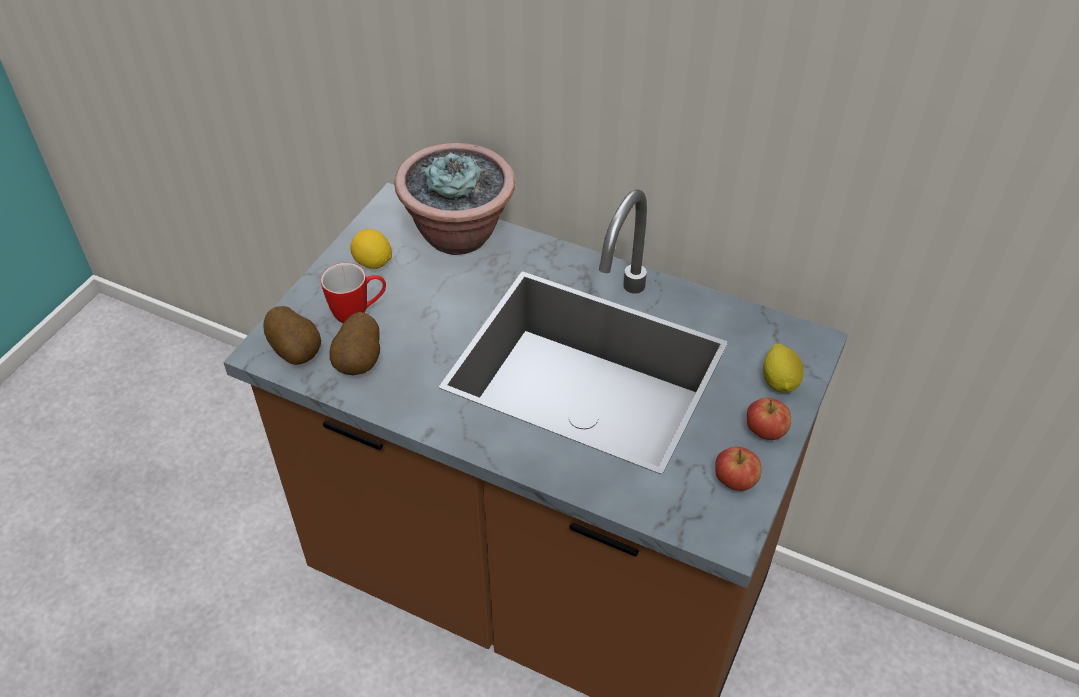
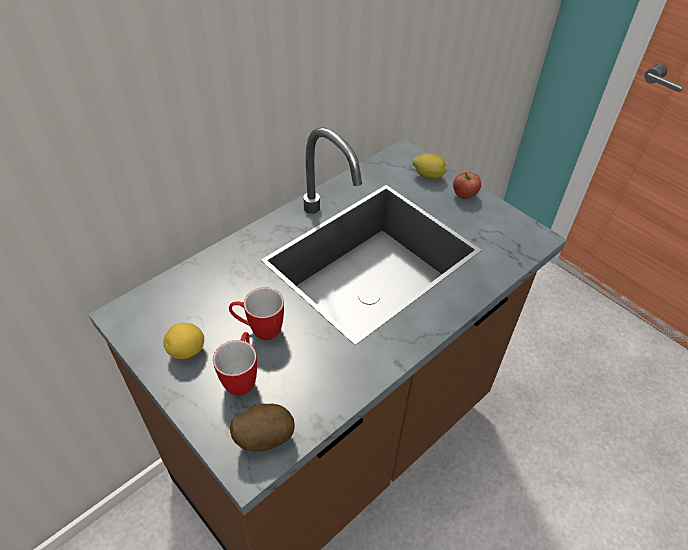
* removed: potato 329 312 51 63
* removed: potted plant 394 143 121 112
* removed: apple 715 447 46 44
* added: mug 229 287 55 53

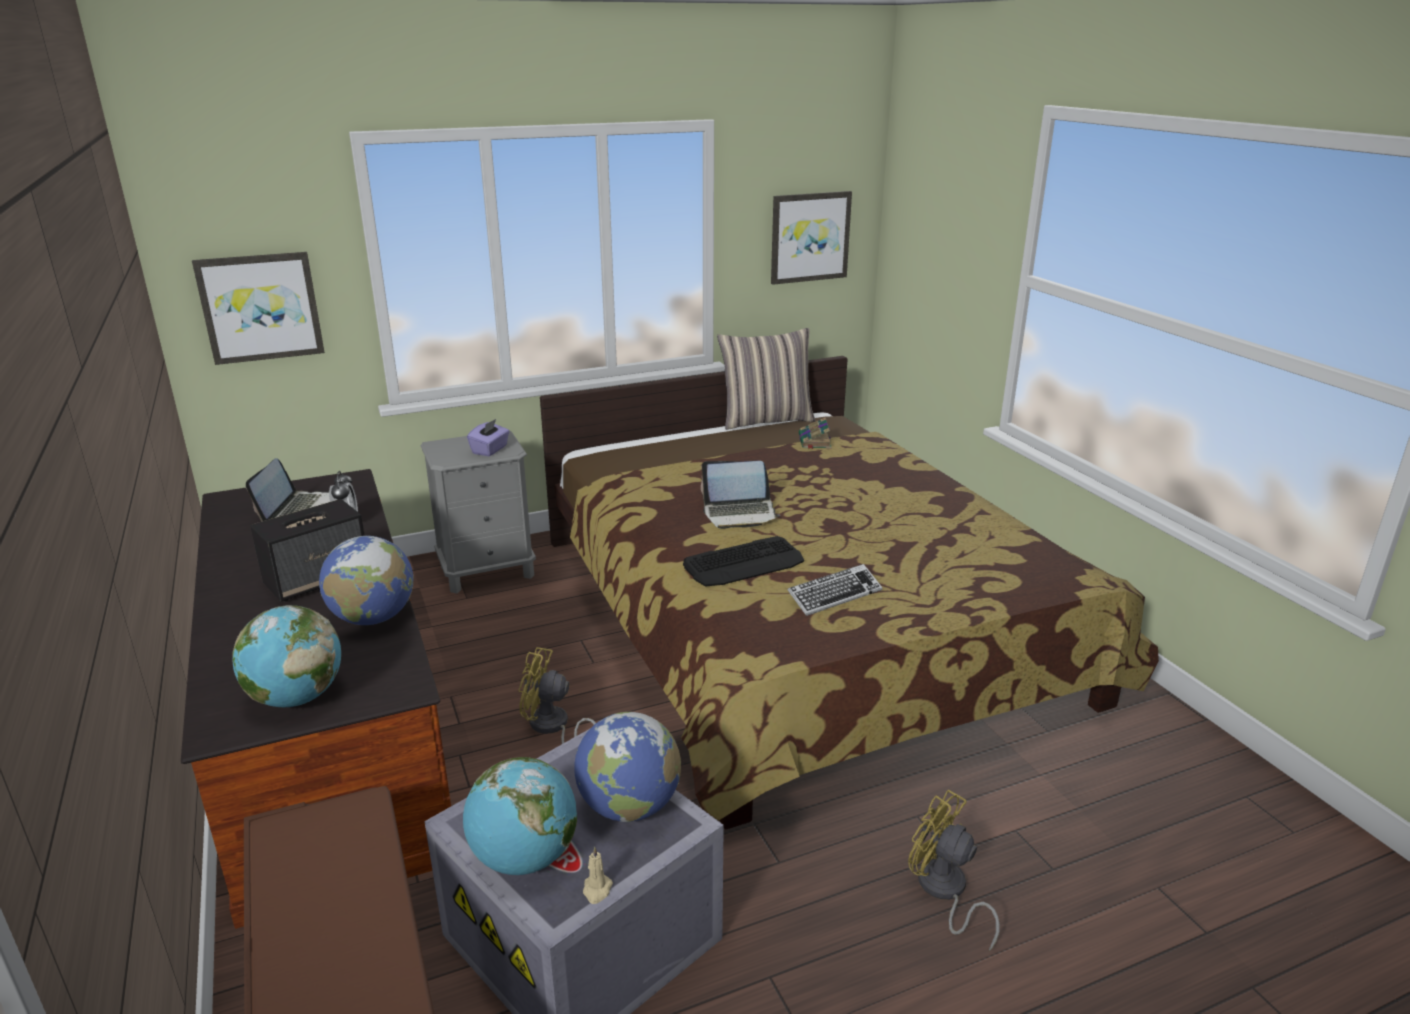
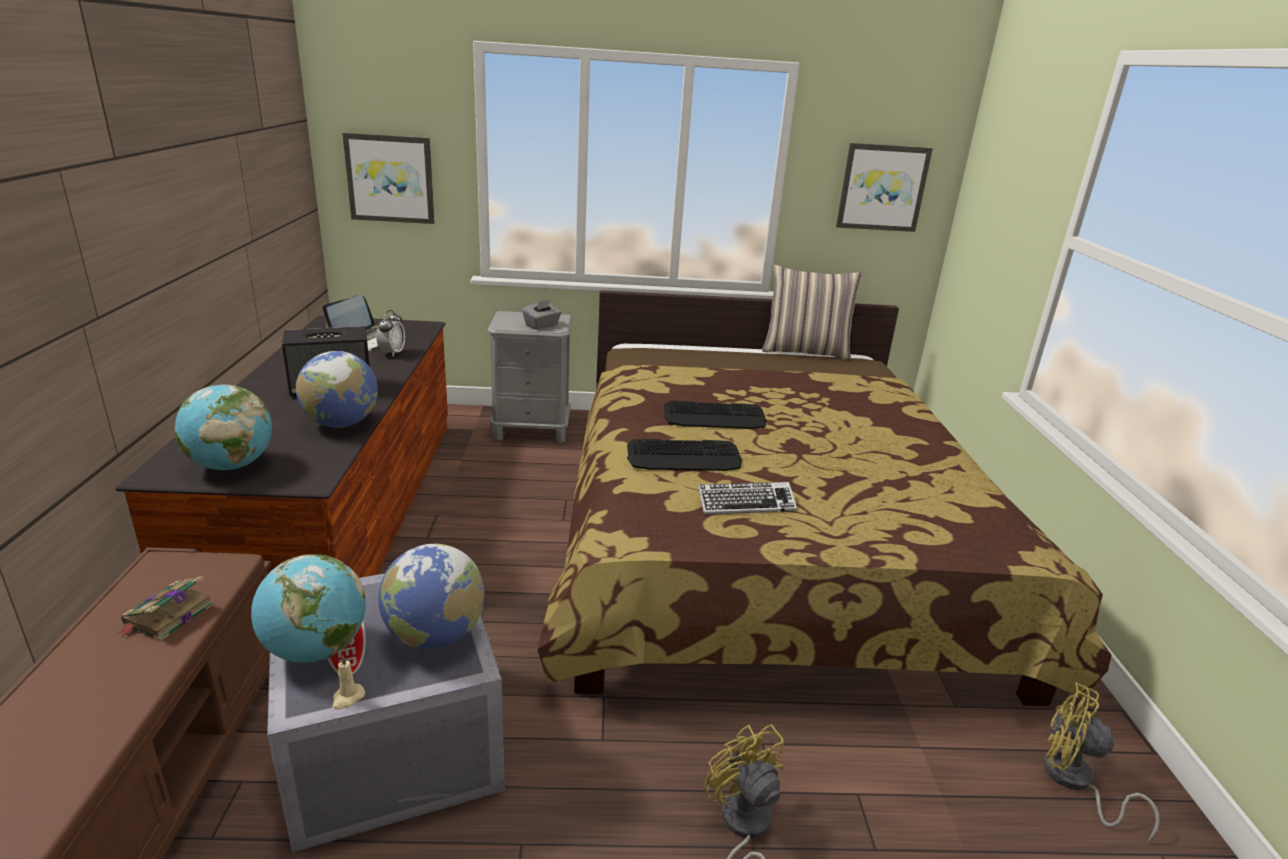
* moved: yellow fan 518 647 78 97 to 1043 683 117 158
* moved: book 799 417 33 32 to 118 576 96 64
* replaced: laptop 701 461 79 68 to keyboard 664 401 103 28
* recoloured: purple tissue box 467 419 43 37 to grey tissue box 522 300 39 30

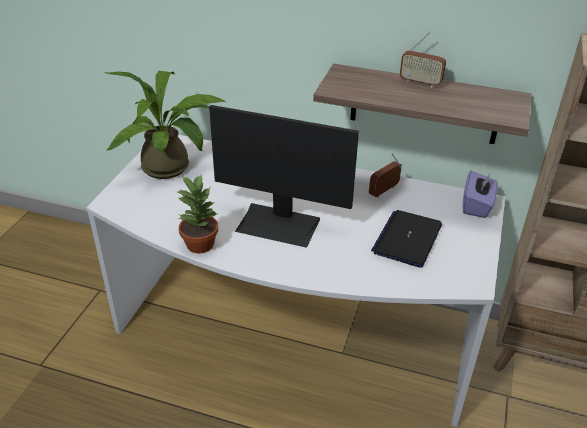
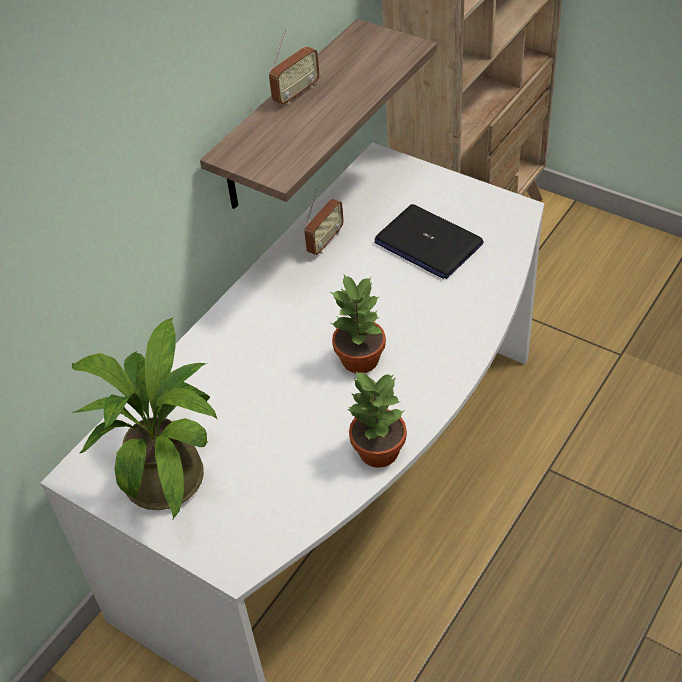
* removed: purple tissue box 463 171 35 47
* replaced: monitor 209 105 150 143 to potted plant 331 273 55 100
* turned: radio 369 153 33 45 = 304 189 40 66 120 degrees counterclockwise

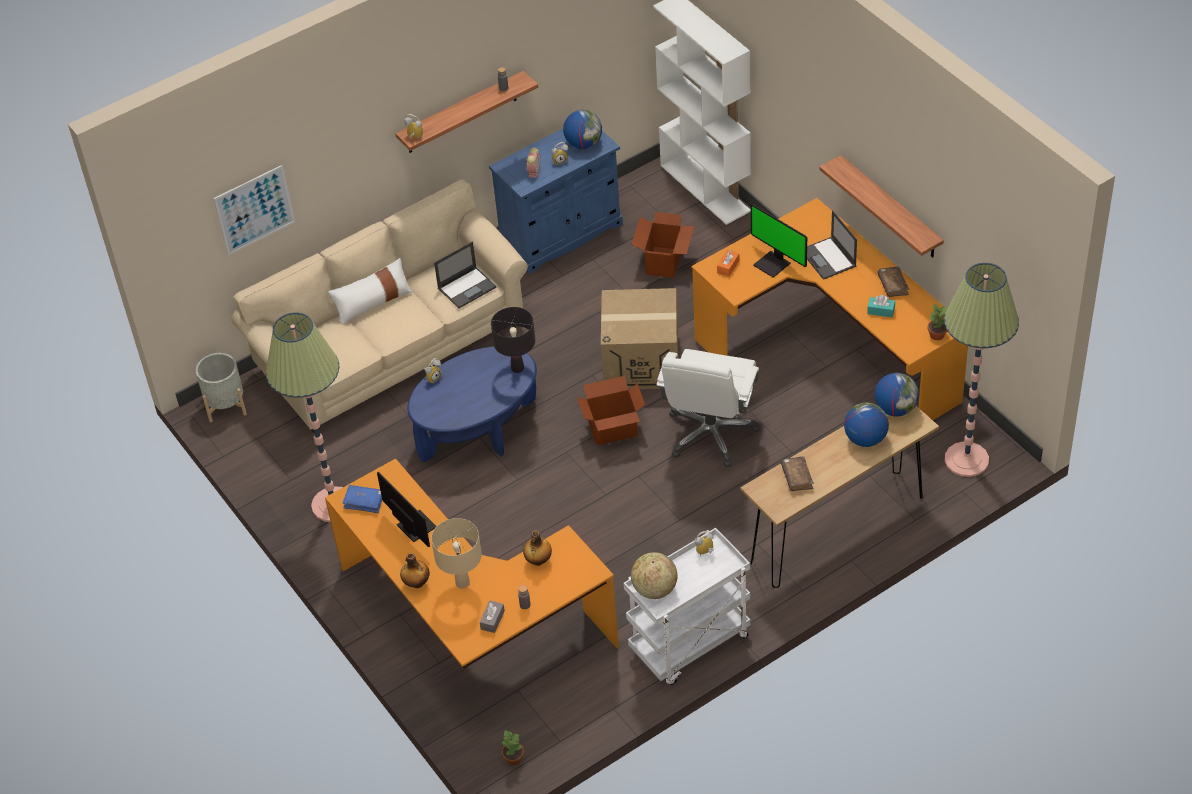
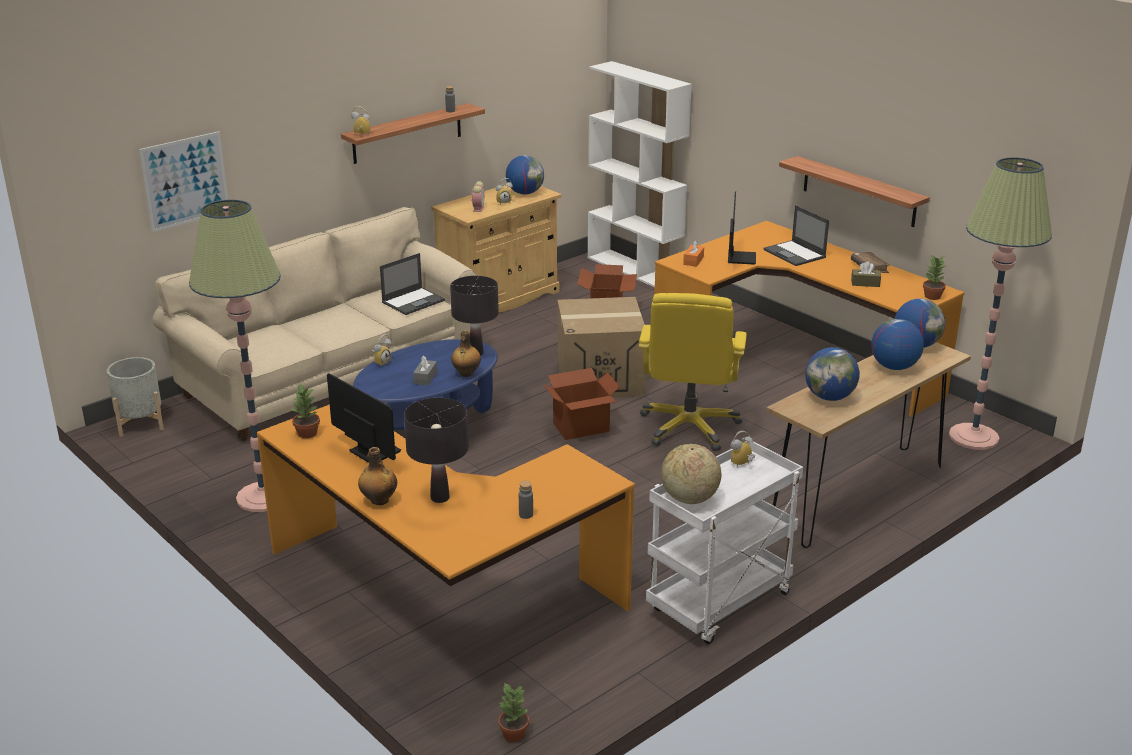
* removed: white pillow 328 258 84 67
* moved: grey tissue box 480 601 25 32 to 413 356 24 29
* moved: bottle 523 531 29 35 to 451 330 30 47
* replaced: blue book 342 485 40 28 to potted plant 292 384 28 54
* replaced: brown book 781 456 33 35 to globe 805 347 55 54
* recoloured: beige table lamp 431 518 51 70 to black table lamp 404 398 65 105
* recoloured: blue cabinet 489 129 134 145 to beige cabinet 431 185 131 139
* recoloured: white office chair 656 349 104 118 to yellow office chair 639 293 108 158
* recoloured: turquoise tissue box 867 295 28 23 to brown tissue box 851 261 30 26
* turned: monitor 751 204 56 74 = 728 191 28 74 120 degrees counterclockwise

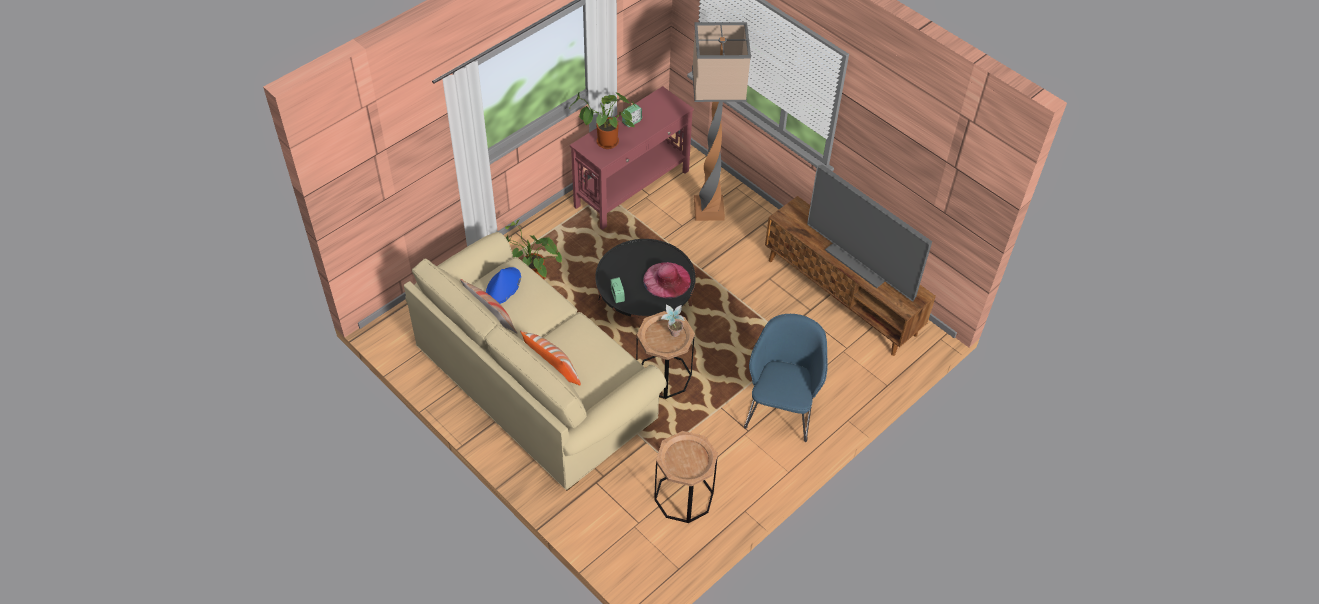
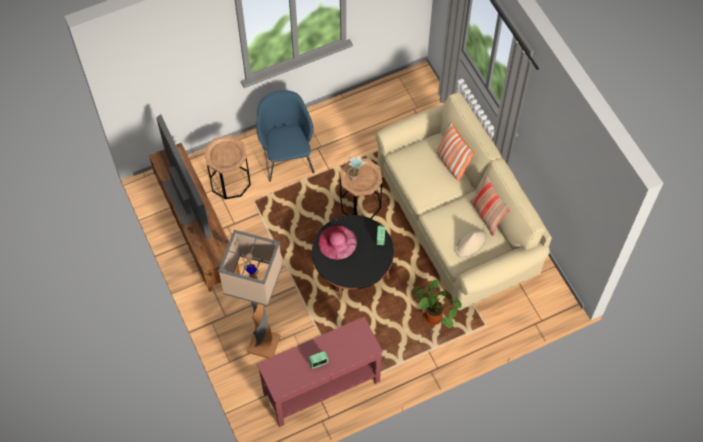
* removed: potted plant 569 93 67 56
* moved: brown side table 654 431 64 92 to 204 135 47 64
* recoloured: blue hat 486 267 35 37 to beige hat 456 229 31 29
* turned: blue armchair 744 314 84 128 = 256 90 59 92 135 degrees clockwise

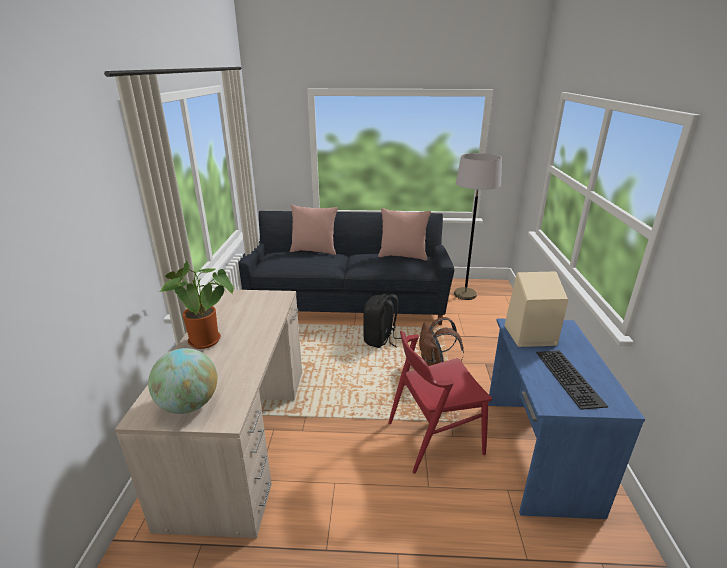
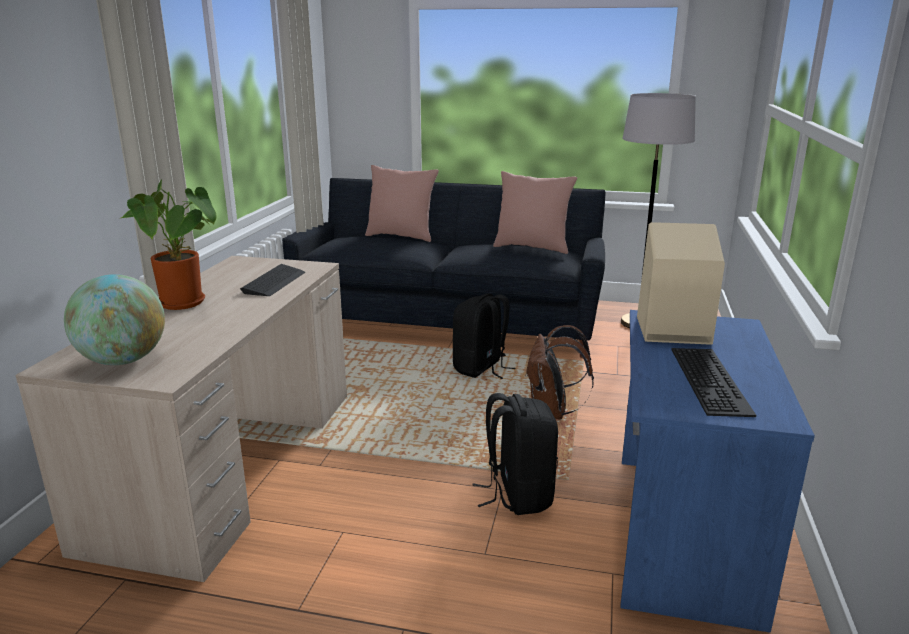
* added: keyboard 240 264 65 32
* replaced: red chair 388 331 104 142 to black backpack 472 393 86 122

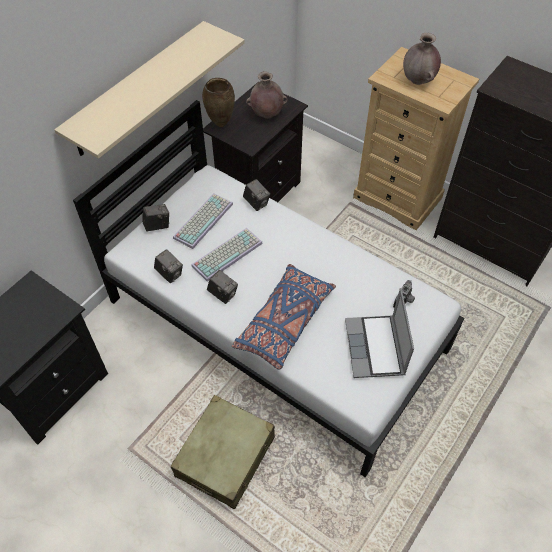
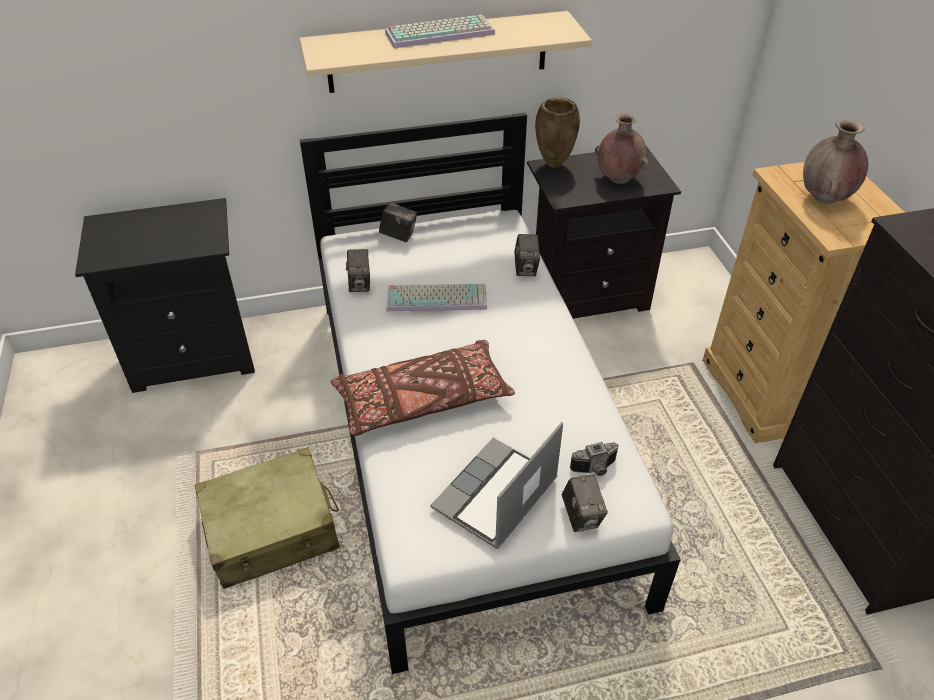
* moved: keyboard 173 193 60 56 to 385 15 110 33
* moved: photo camera 207 270 31 34 to 562 474 46 58
* recoloured: blue pillow 232 264 104 105 to brown pillow 331 340 184 96

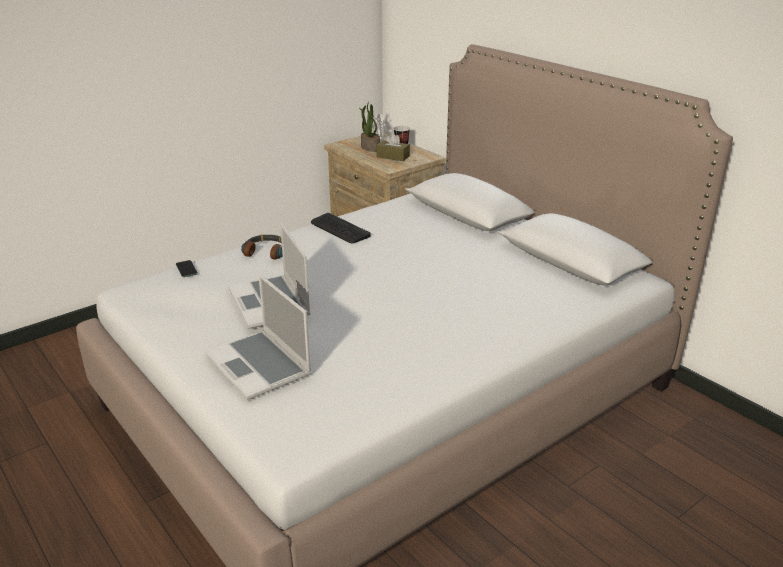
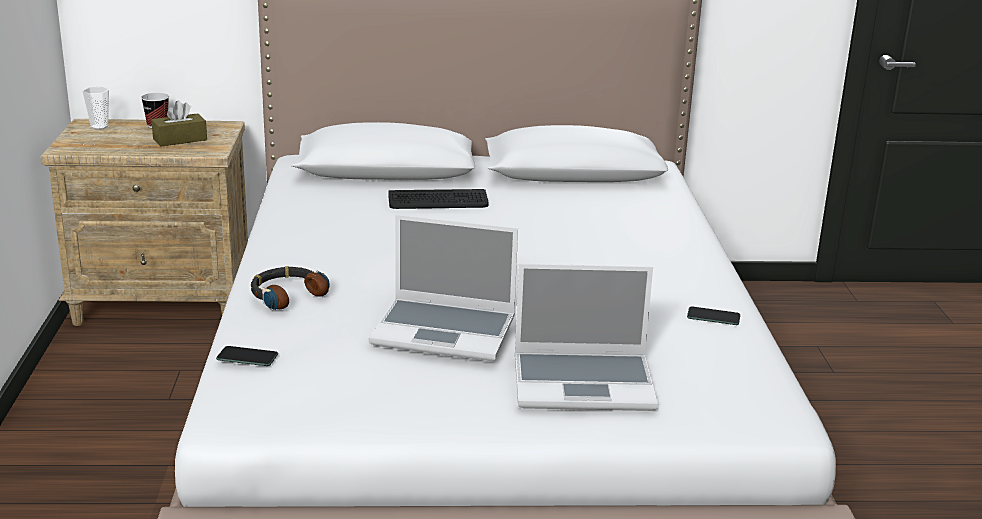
* removed: potted plant 359 101 21 51
* added: phone 687 306 53 19
* moved: keyboard 311 213 59 30 to 388 189 101 20

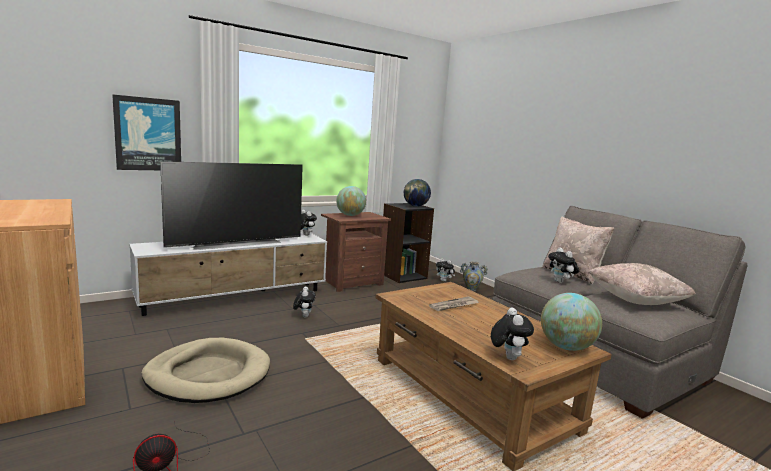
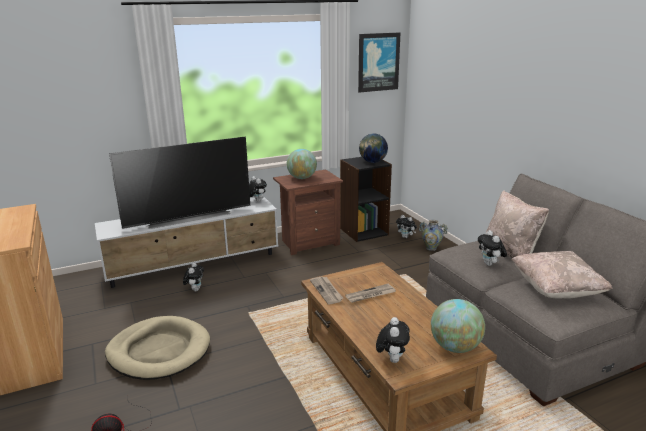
* added: newspaper 310 277 33 28
* moved: picture 112 94 69 76 to 358 32 42 61
* moved: plush toy 293 287 22 30 to 183 262 21 29

